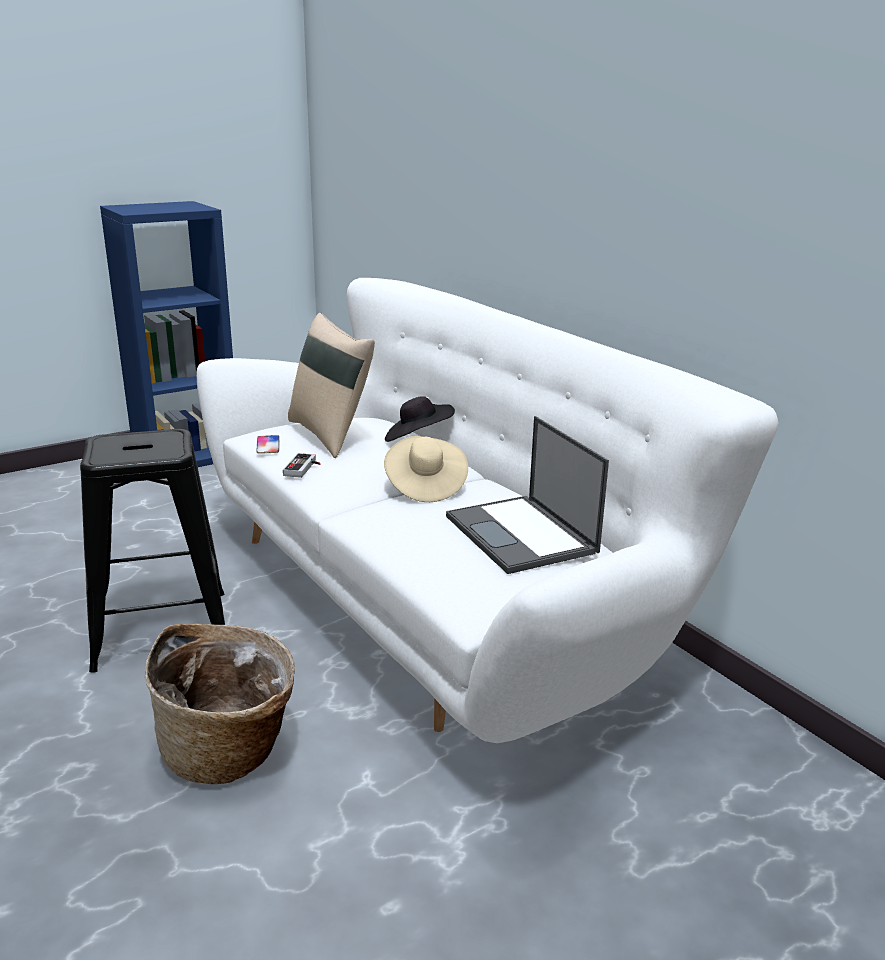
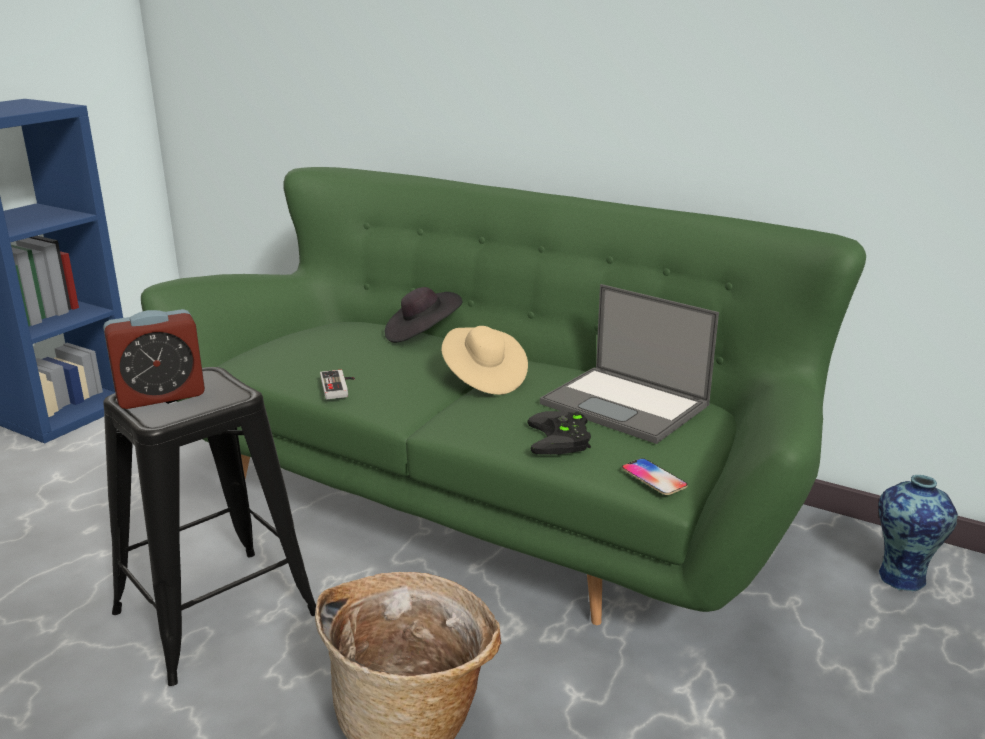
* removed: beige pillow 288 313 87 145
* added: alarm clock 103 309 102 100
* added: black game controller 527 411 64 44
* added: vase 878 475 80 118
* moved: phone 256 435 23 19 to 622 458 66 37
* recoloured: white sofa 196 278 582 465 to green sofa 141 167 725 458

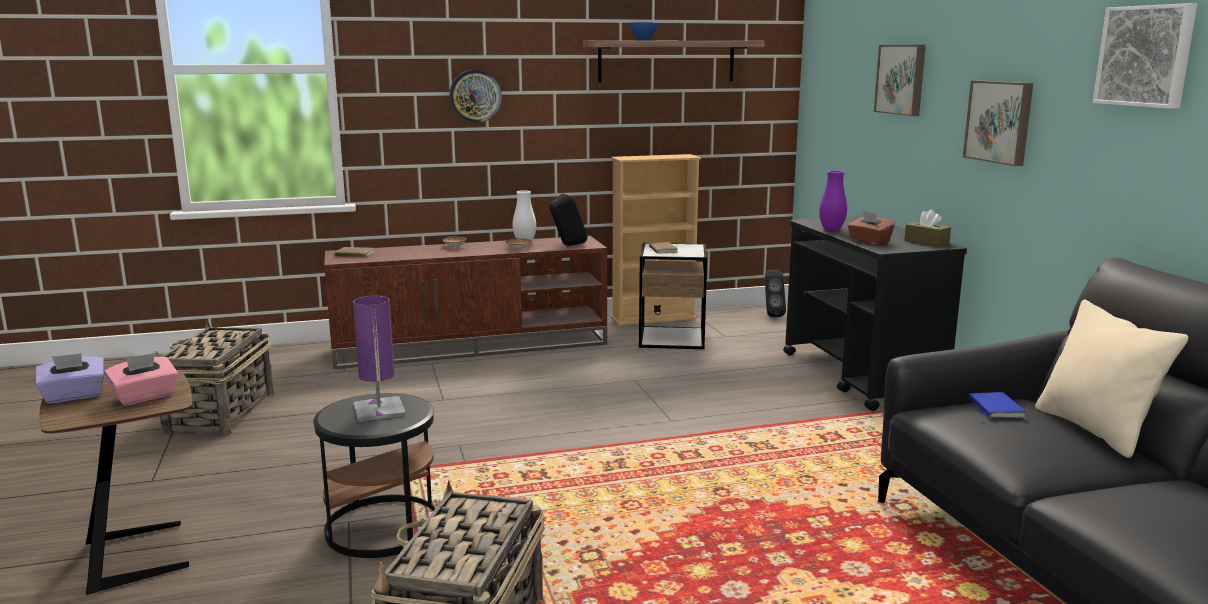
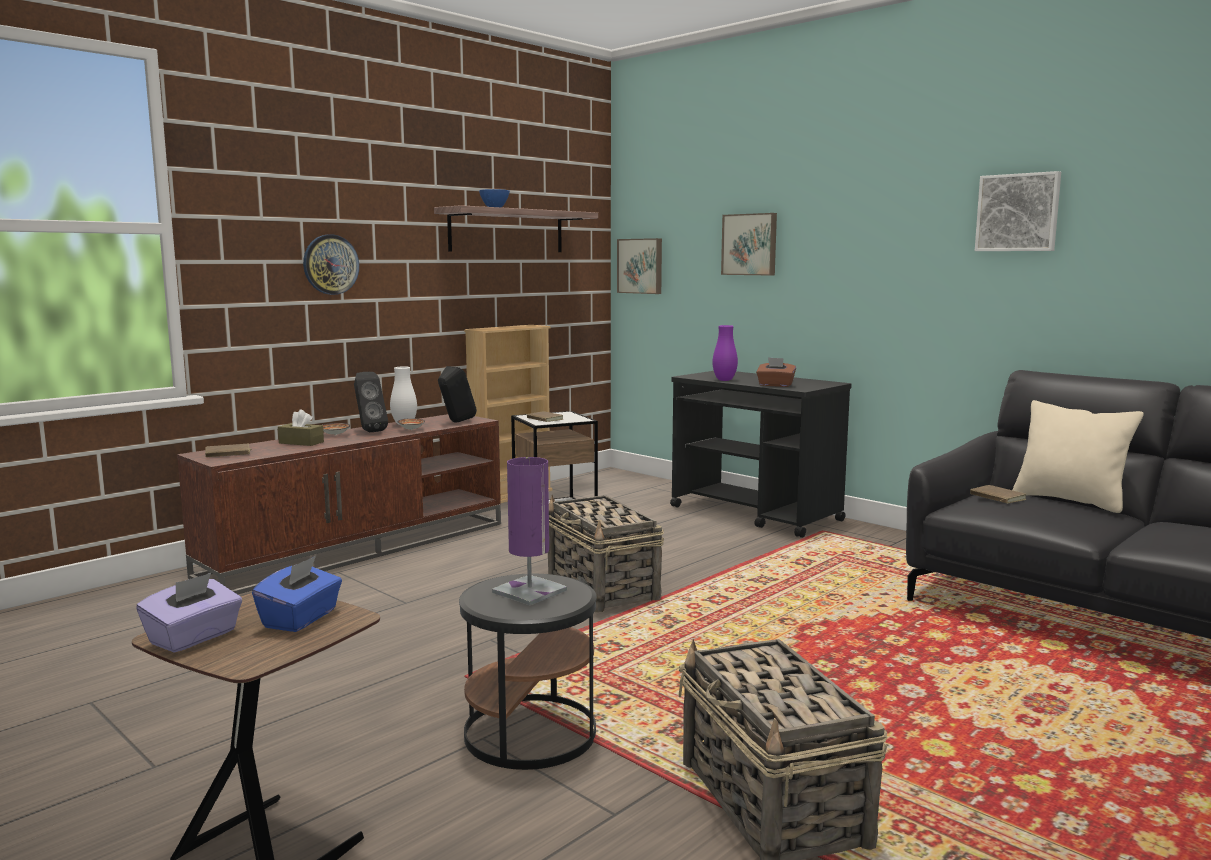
* moved: basket 155 320 119 115 to 548 495 116 118
* moved: black speaker 765 270 21 47 to 354 372 34 60
* moved: brown tissue box 904 209 47 37 to 278 409 46 37
* moved: picture 963 81 70 85 to 617 238 45 56
* recoloured: pink tissue box 104 353 74 53 to blue tissue box 252 556 90 76
* recoloured: blue book 969 392 57 26 to brown book 970 485 57 19

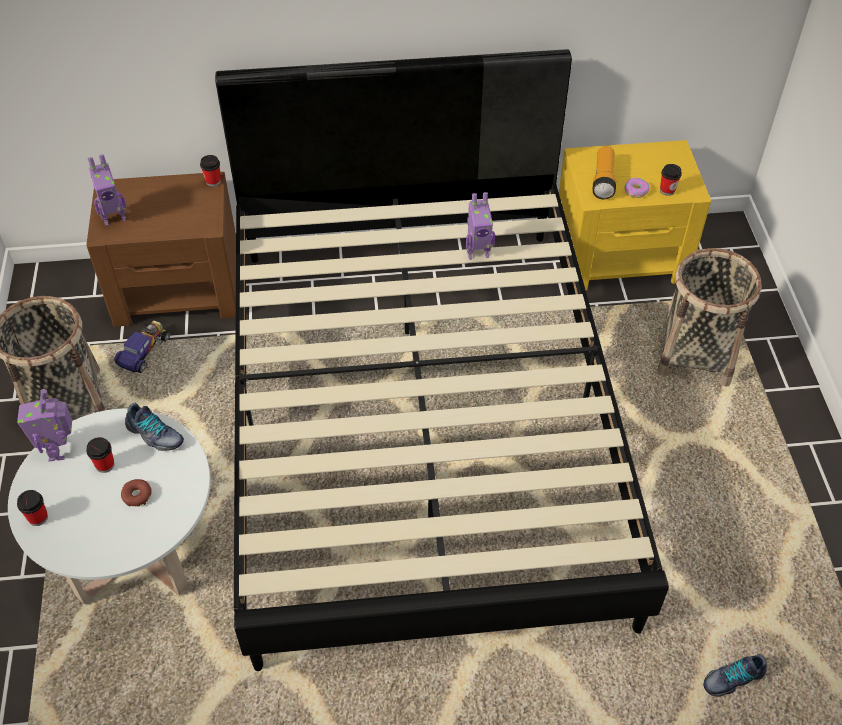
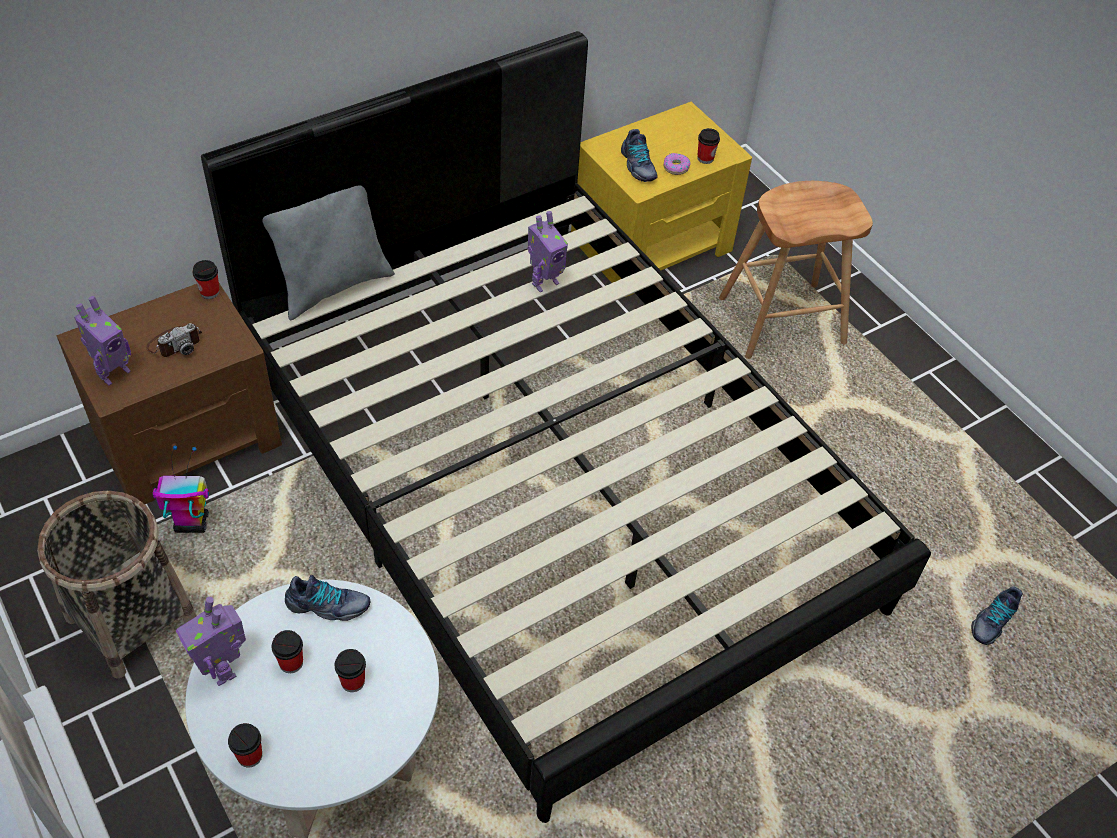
* added: photo camera 146 323 56 34
* added: grey pillow 262 185 133 135
* replaced: toy car 114 321 56 52 to toy robot 152 445 57 88
* replaced: donut 121 479 31 28 to cup 334 649 32 43
* replaced: flashlight 593 146 23 53 to shoe 621 129 37 53
* replaced: basket 657 248 105 139 to brown stool 719 181 154 178

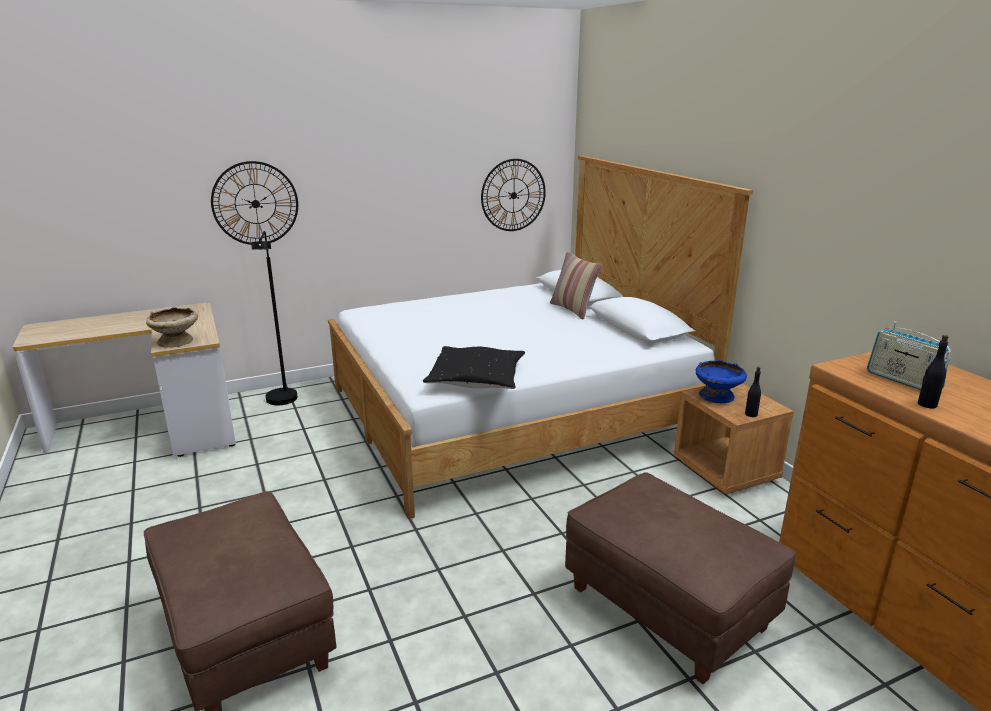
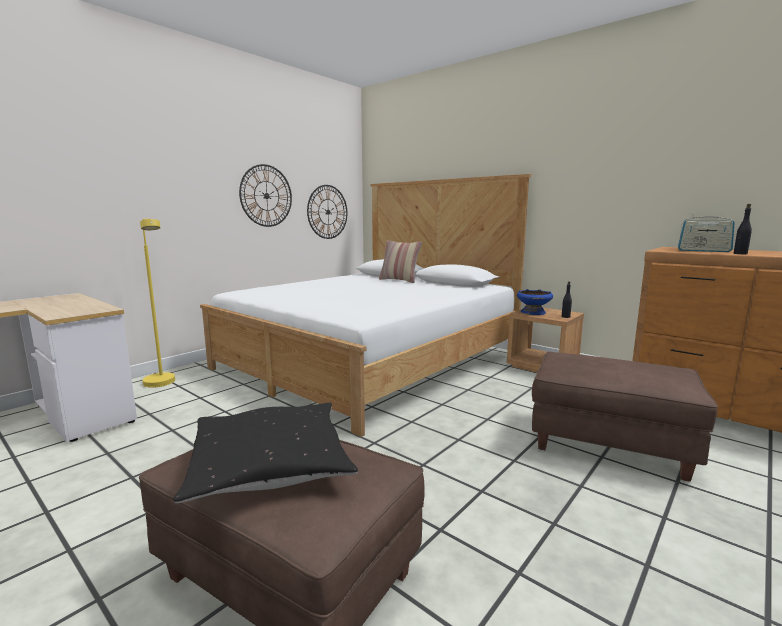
* removed: beige bowl 146 307 52 40
* moved: wall clock 211 161 87 84 to 239 164 53 63
* moved: black pillow 423 346 102 43 to 173 403 185 100
* recoloured: black floor lamp 251 231 46 174 to yellow floor lamp 140 219 35 169

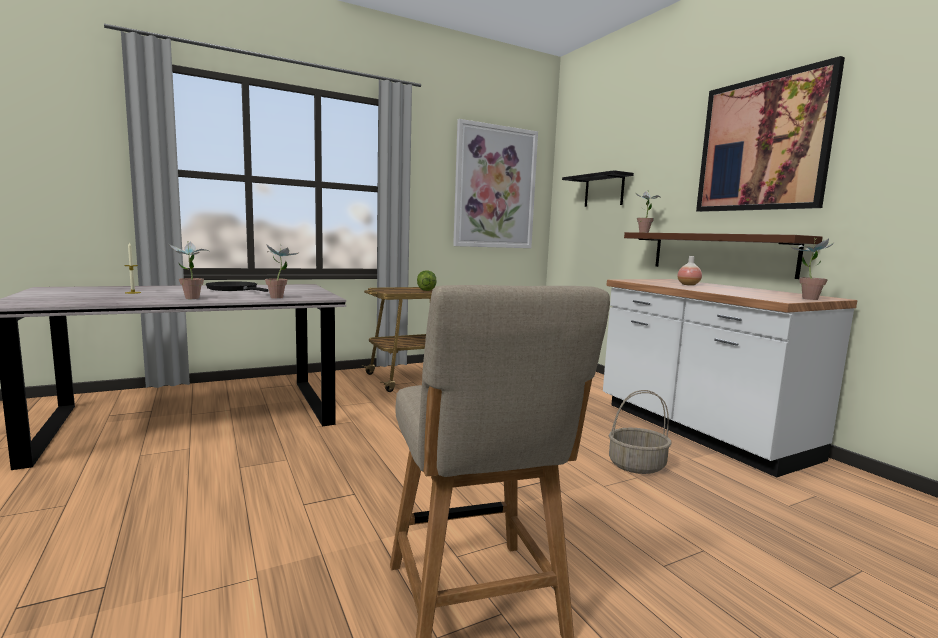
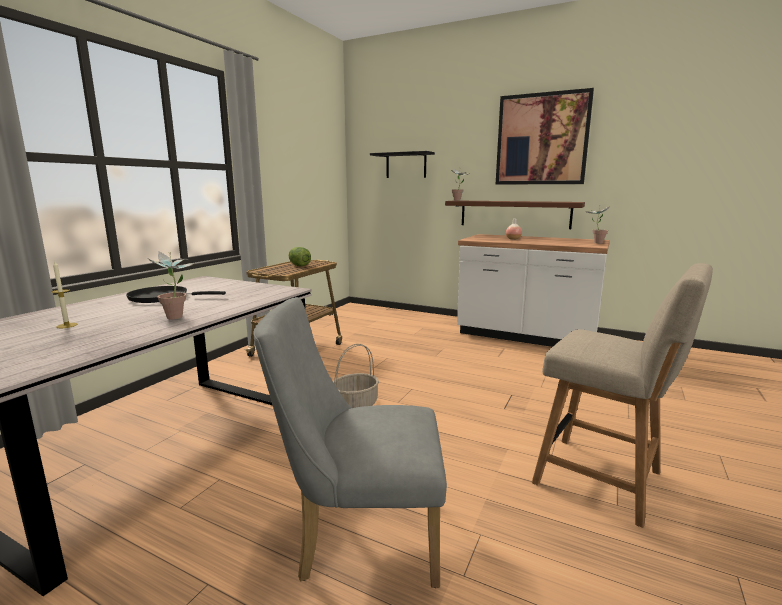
* removed: potted plant 265 244 34 55
* removed: picture 453 119 85 129
* added: grey chair 253 297 194 291
* moved: basket 609 390 62 84 to 333 344 46 64

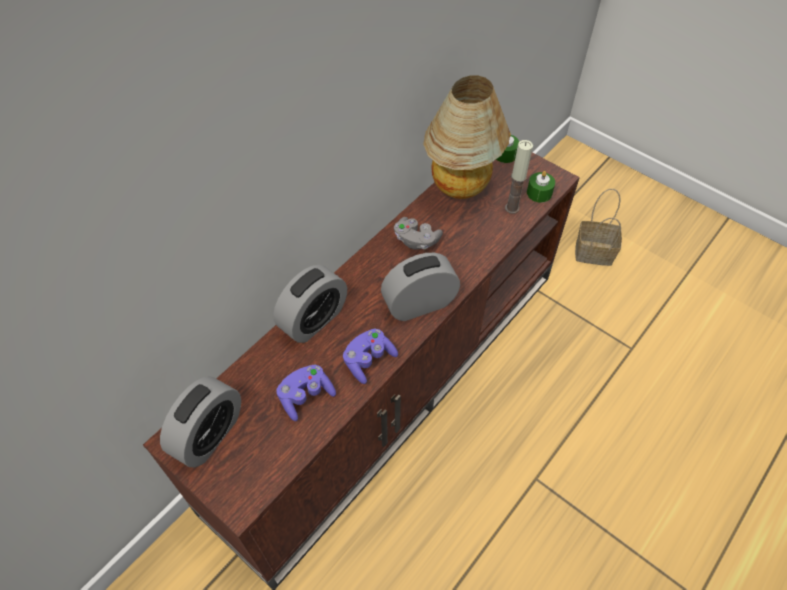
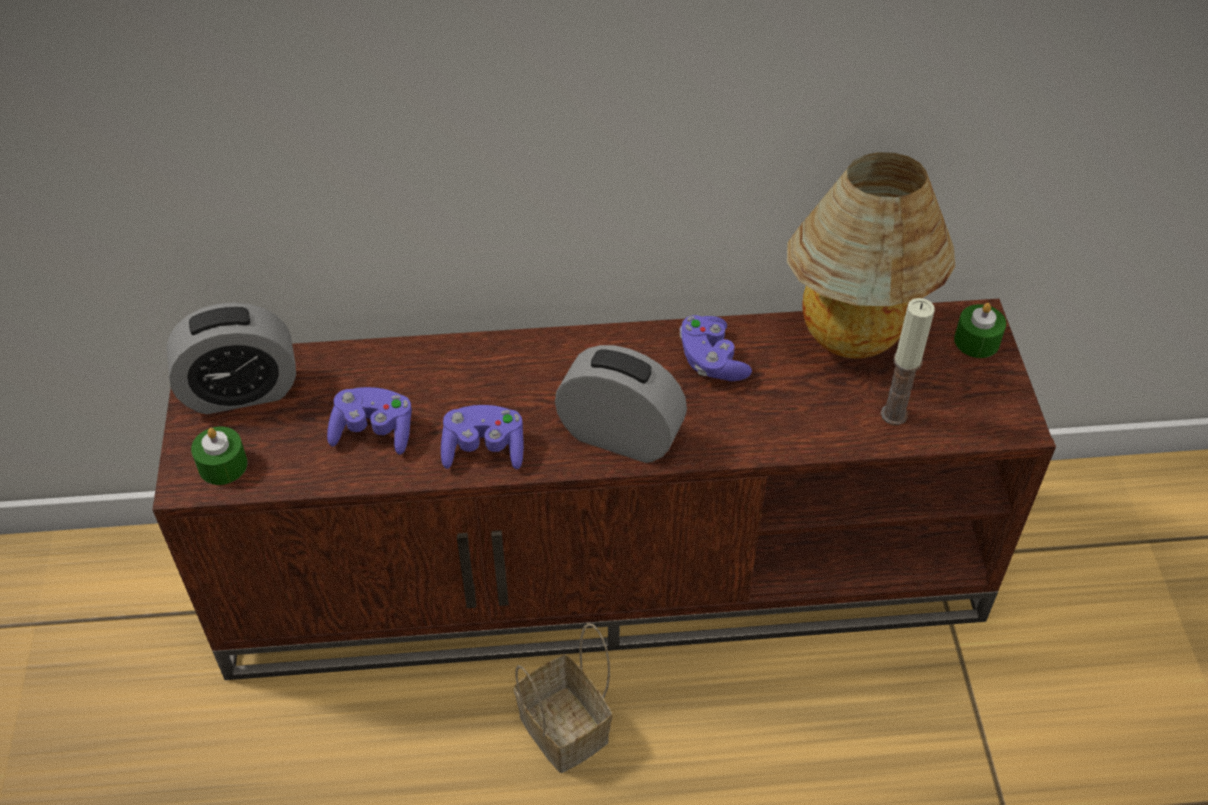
* removed: alarm clock 273 265 74 78
* moved: green candle 527 171 28 32 to 191 426 57 59
* moved: basket 575 189 47 77 to 514 623 98 150
* recoloured: grey game controller 394 217 49 32 to purple game controller 679 315 73 66

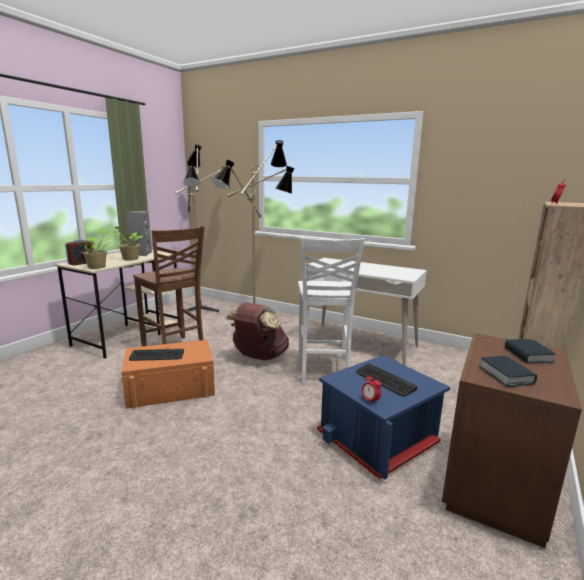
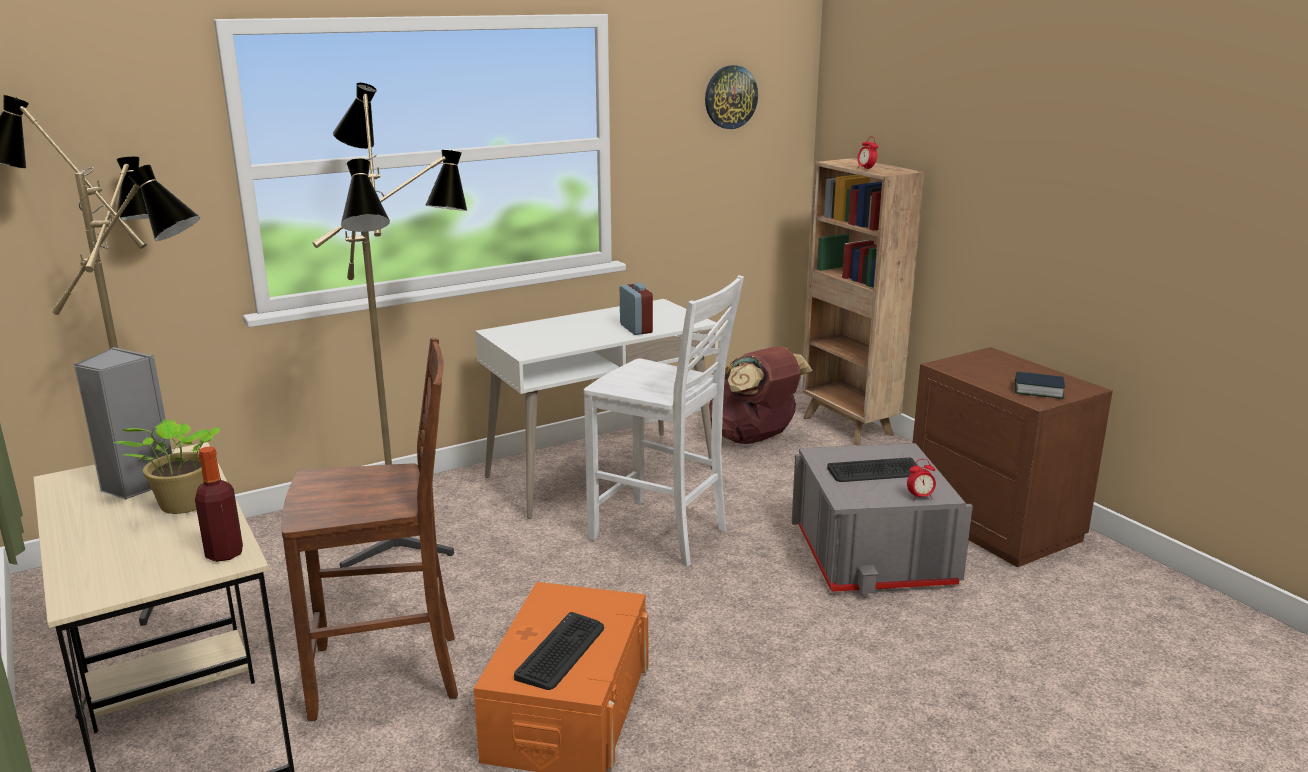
* removed: book 505 339 51 25
* added: wall clock 705 65 53 64
* moved: alarm clock 65 239 28 27 to 620 283 33 52
* moved: brown backpack 225 302 64 58 to 709 346 104 98
* replaced: potted plant 82 229 31 40 to bottle 195 446 48 116
* recoloured: blue storage box 317 355 133 124 to grey storage box 792 443 181 151

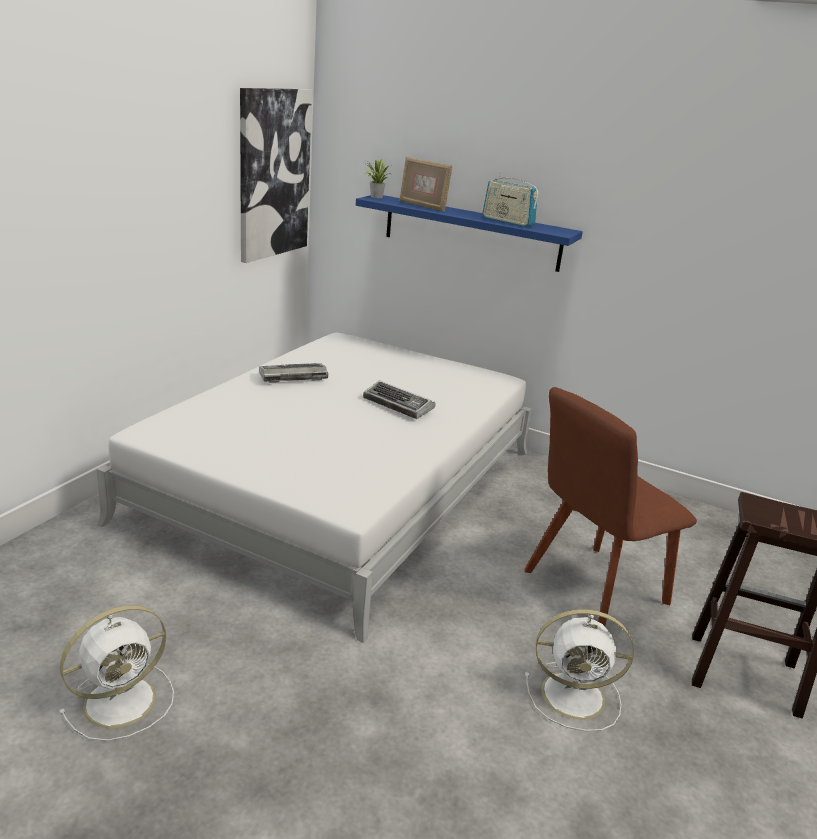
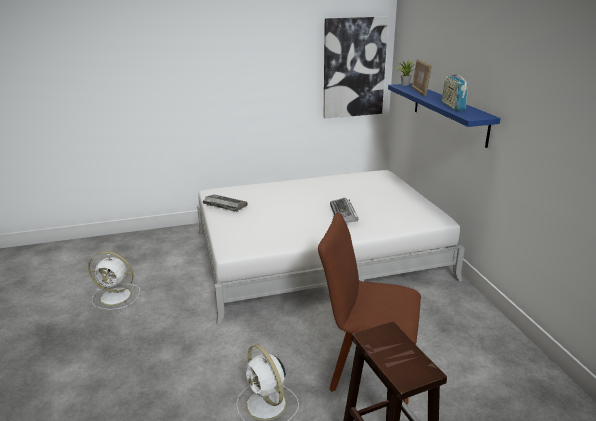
* moved: keyboard 259 363 69 20 to 203 195 44 16

